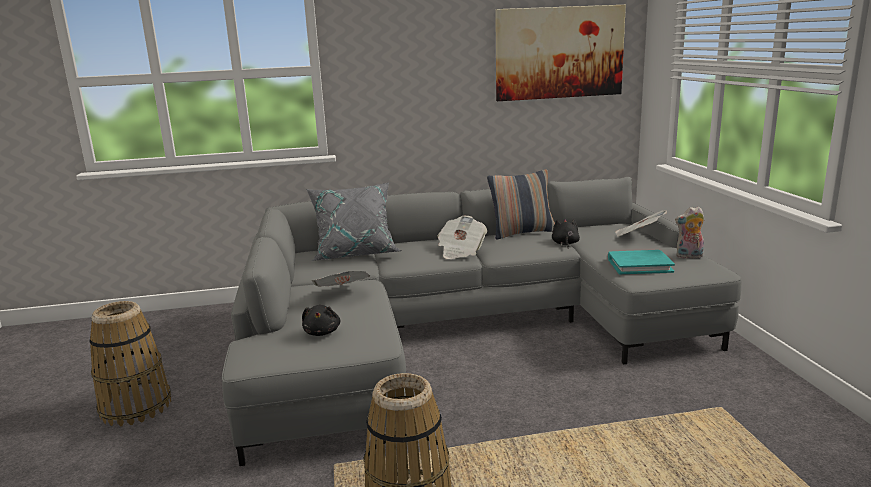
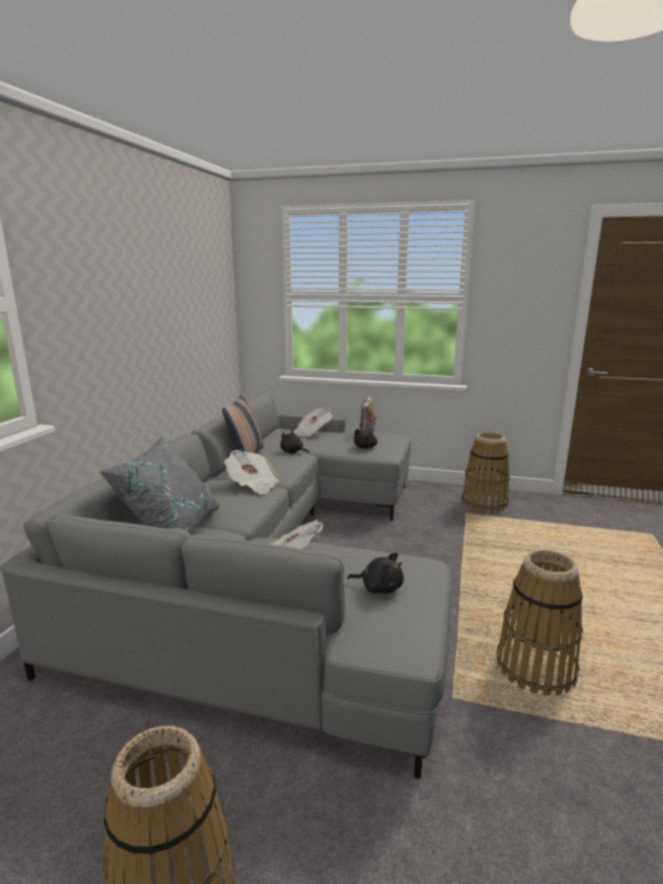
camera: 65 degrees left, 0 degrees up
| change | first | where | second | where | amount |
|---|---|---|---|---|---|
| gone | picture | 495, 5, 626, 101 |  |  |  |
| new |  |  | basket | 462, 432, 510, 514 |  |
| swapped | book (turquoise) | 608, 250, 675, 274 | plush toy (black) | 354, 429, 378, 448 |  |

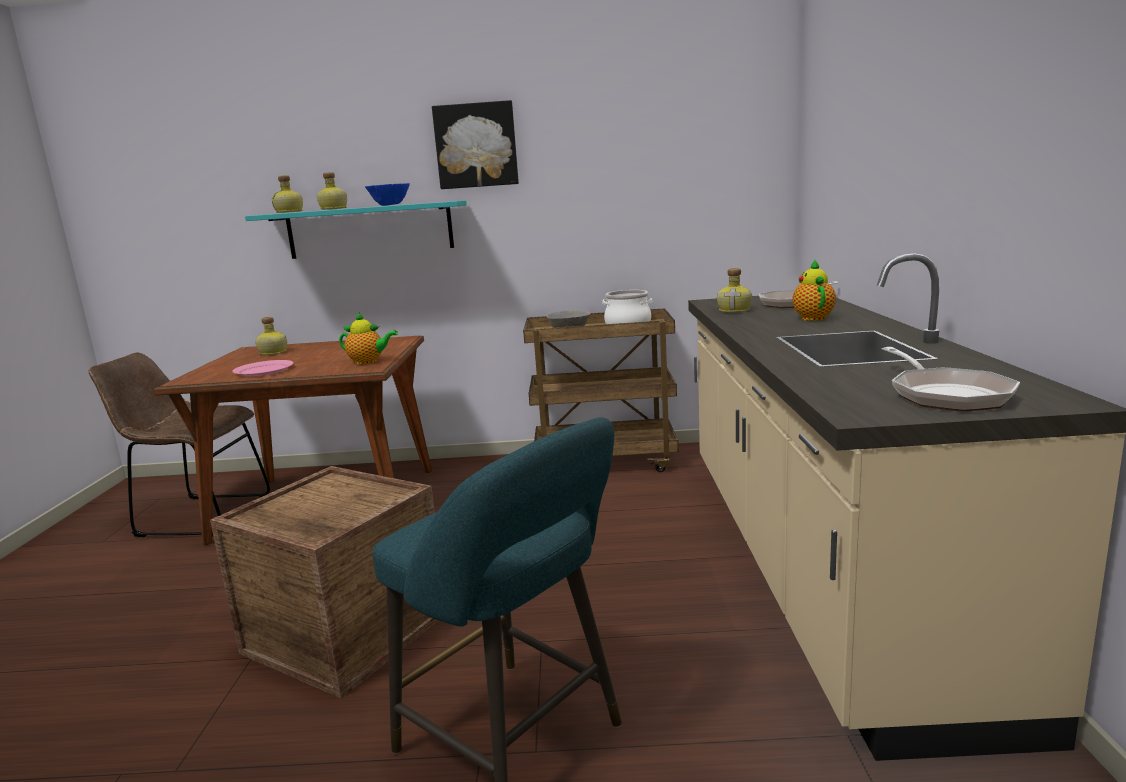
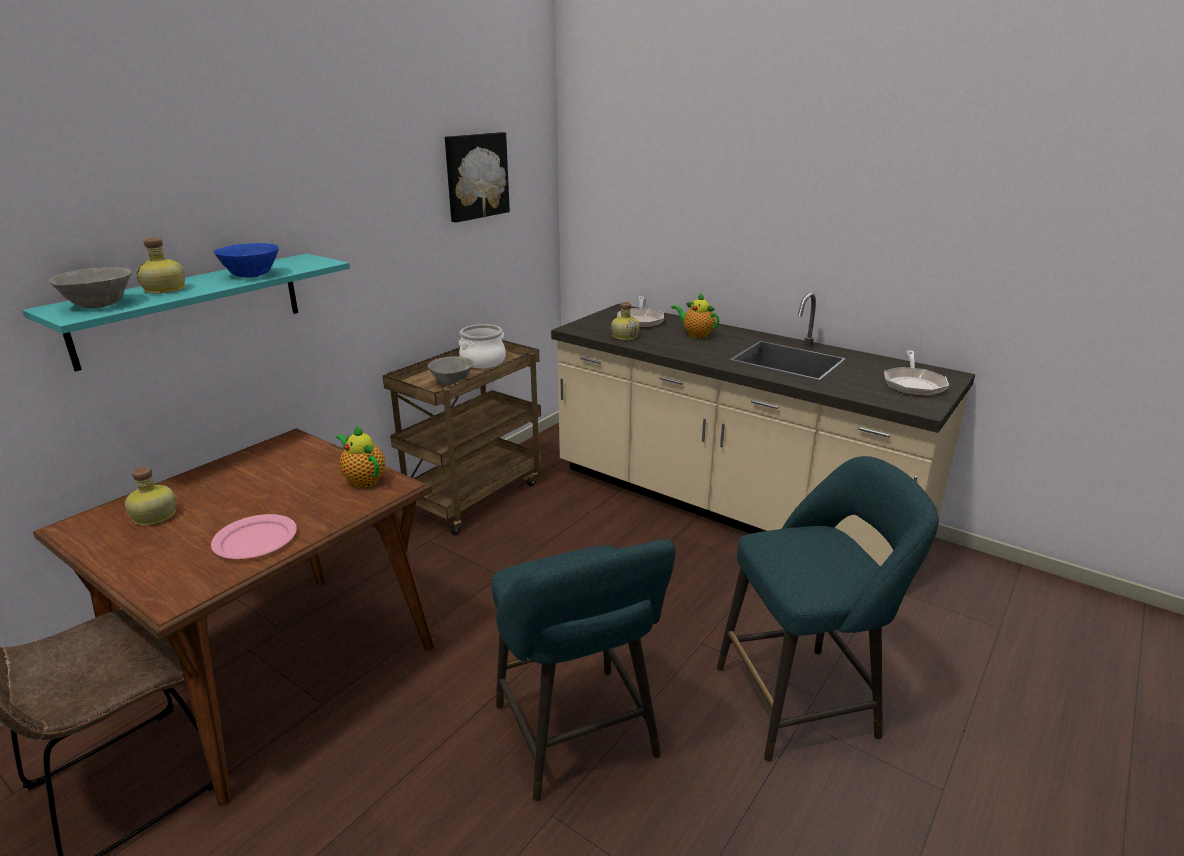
camera: 55 degrees left, 10 degrees up
| change | first | where | second | where | amount |
|---|---|---|---|---|---|
| shifted | picture | 432, 100, 519, 189 |  | 445, 132, 510, 222 |  |
| swapped | crate | 210, 466, 439, 698 | stool (turquoise) | 492, 539, 675, 802 |  |
| swapped | bottle | 272, 175, 303, 213 | bowl (grey) | 49, 267, 132, 308 |  |
| rotated | teapot | 339, 312, 398, 364 |  | 336, 425, 385, 488 | 90 degrees counterclockwise |
| rotated | frying pan | 882, 347, 1020, 412 |  | 884, 351, 949, 397 | 75 degrees clockwise |

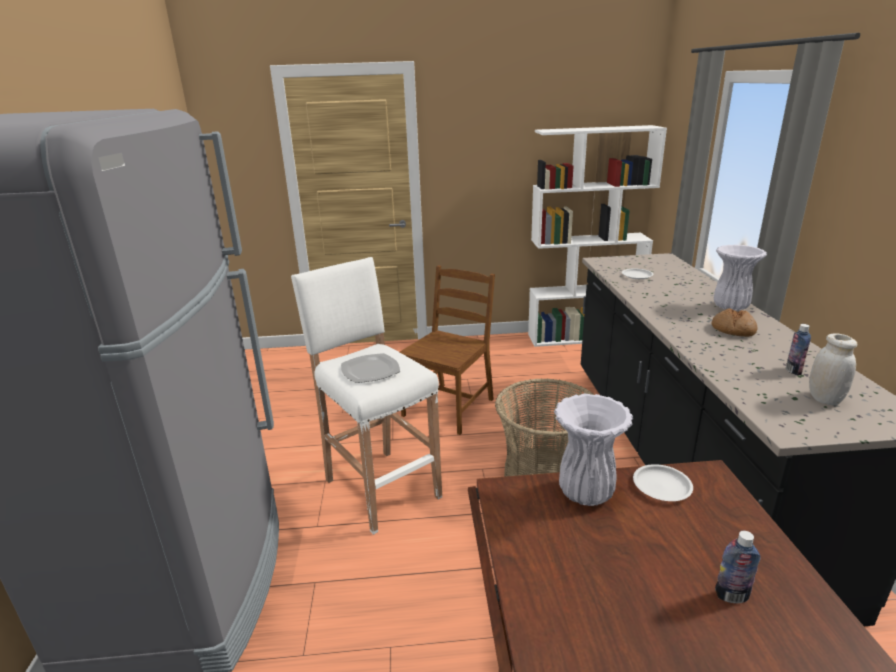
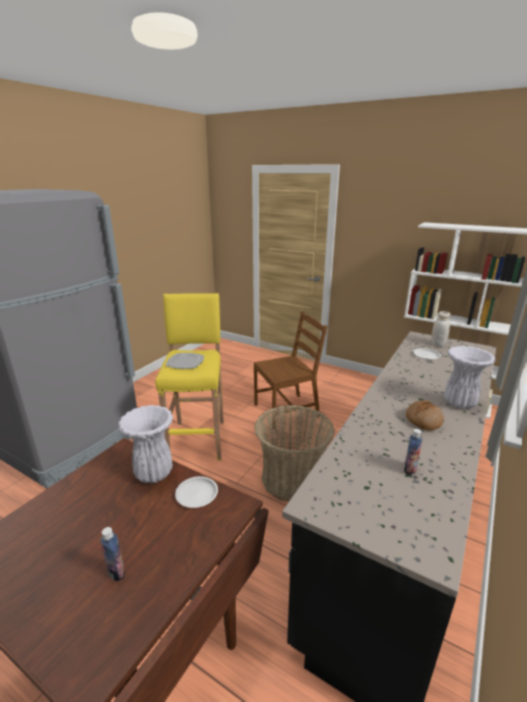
camera: 35 degrees right, 0 degrees up
| change | first | where | second | where | amount |
|---|---|---|---|---|---|
| shifted | jar (white) | 809, 333, 857, 405 |  | 431, 311, 450, 347 |  |
| repainted | stool (white) | 291, 257, 442, 535 | stool (yellow) | 155, 293, 224, 461 |  |

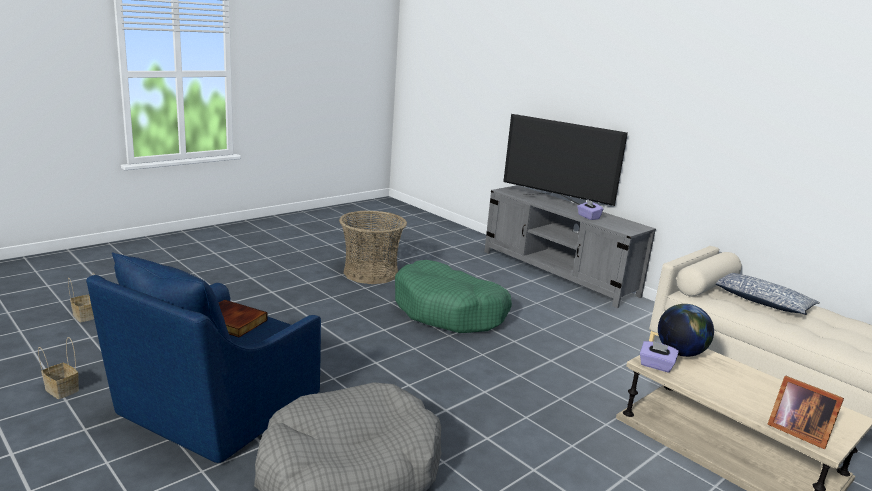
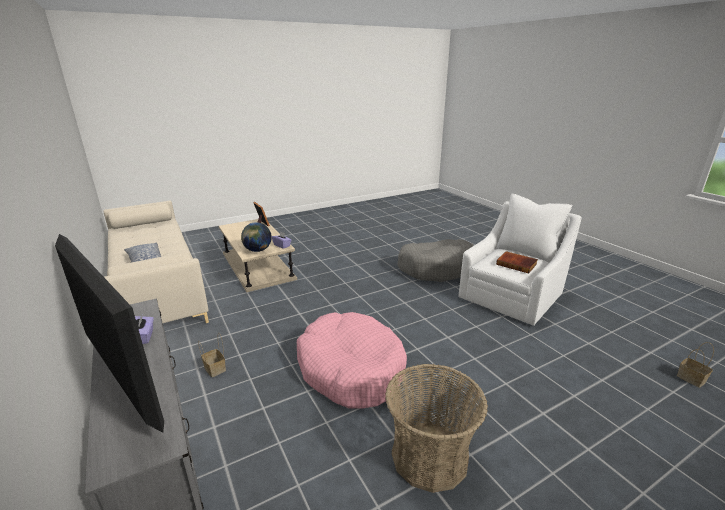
camera: 165 degrees left, 5 degrees up
| change | first | where | second | where | amount |
|---|---|---|---|---|---|
| shifted | basket | 38, 337, 79, 399 |  | 198, 333, 226, 377 |  |
| repainted | armchair (blue) | 86, 252, 321, 463 | armchair (white) | 458, 193, 582, 326 |  |
| repainted | dog bed (green) | 395, 260, 512, 333 | dog bed (pink) | 297, 312, 407, 409 |  |

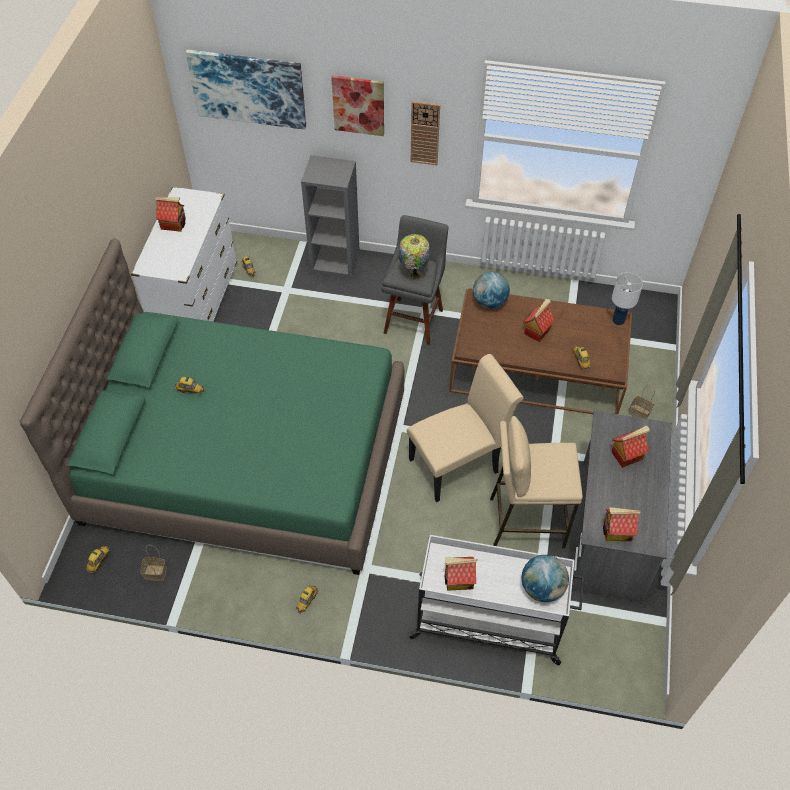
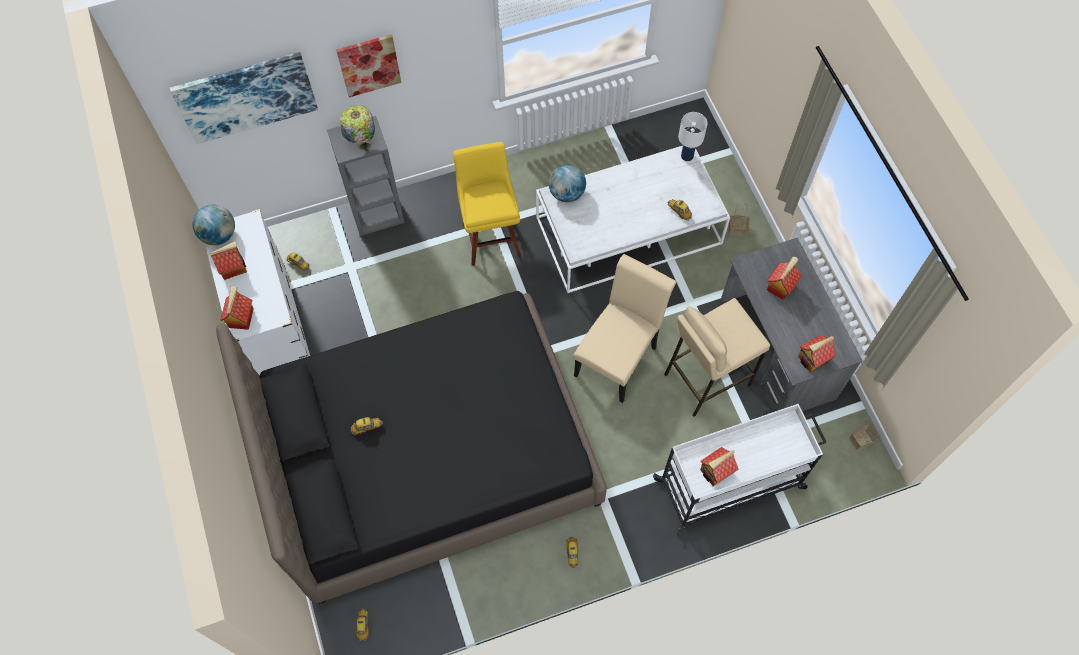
camera: 30 degrees left, 10 degrees up
| change | first | where | second | where | amount |
|---|---|---|---|---|---|
| gone | wall clock | 411, 101, 440, 165 |  |  |  |
| shifted | basket | 140, 545, 167, 581 |  | 849, 417, 880, 451 |  |
| shifted | table lamp | 398, 234, 430, 281 |  | 340, 105, 375, 151 |  |
| shifted | globe | 522, 555, 569, 602 |  | 193, 205, 235, 245 |  |
| shifted | toy house | 523, 299, 555, 342 |  | 220, 286, 254, 330 |  |
| repainted | bed (green) | 20, 238, 404, 575 | bed (black) | 216, 291, 607, 604 |  |
| repainted | stool (grey) | 381, 215, 448, 345 | stool (yellow) | 453, 142, 521, 266 |  |
| repainted | coffee table (brown) | 449, 289, 632, 414 | coffee table (white) | 536, 146, 730, 293 |  |

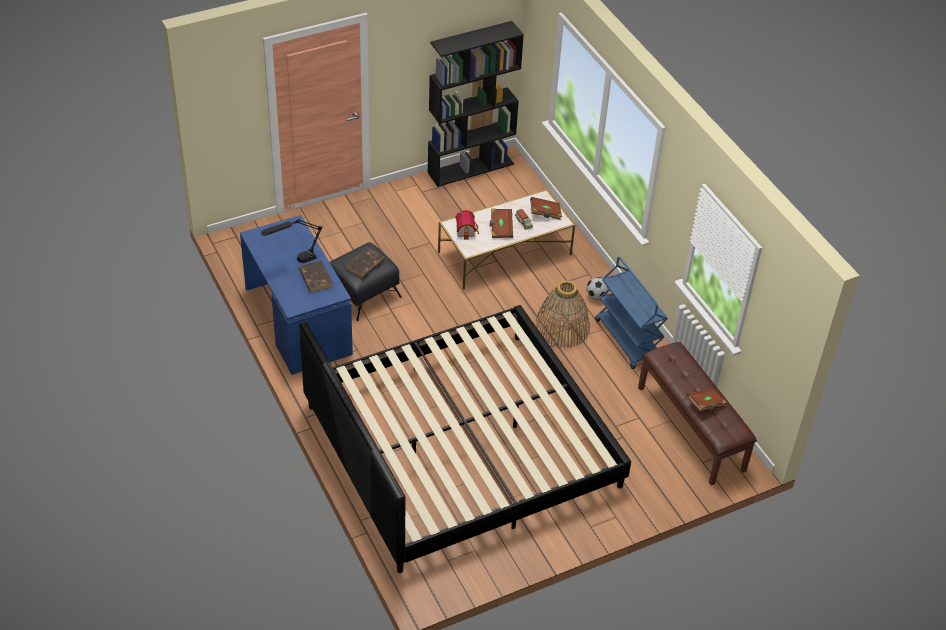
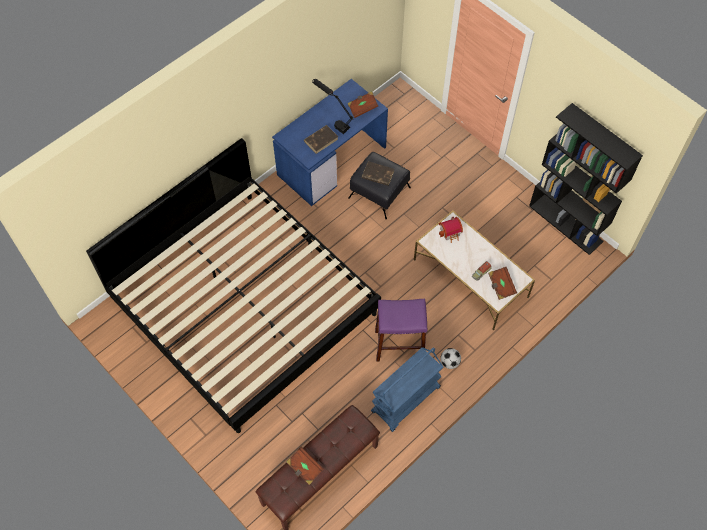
camera: 75 degrees right, 15 degrees up
| change | first | where | second | where | amount |
|---|---|---|---|---|---|
| shifted | book (brown) | 490, 208, 513, 238 |  | 348, 91, 378, 118 |  |
| swapped | basket | 535, 280, 590, 348 | stool (purple) | 375, 299, 427, 361 |  |

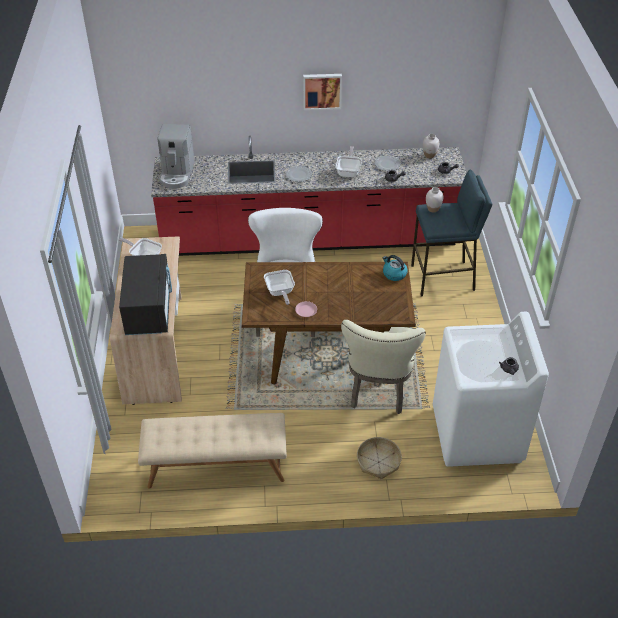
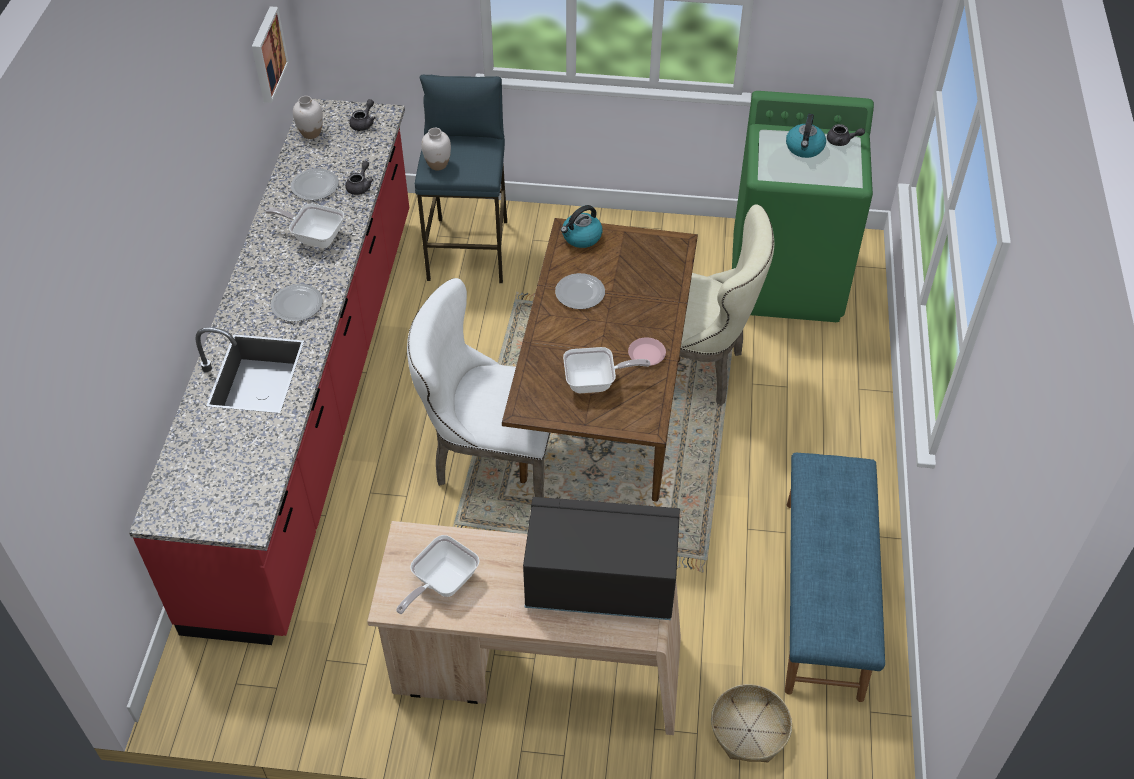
camera: 80 degrees left, 5 degrees up
| change | first | where | second | where | amount |
|---|---|---|---|---|---|
| gone | coffee machine | 158, 124, 194, 189 |  |  |  |
| new |  |  | plate | 555, 273, 605, 309 |  |
| new |  |  | kettle | 786, 114, 826, 158 |  |
| shifted | picture | 303, 74, 342, 110 |  | 252, 6, 289, 103 |  |
| shifted | basket | 357, 437, 402, 479 |  | 711, 684, 792, 762 |  |
| repainted | bench (beige) | 138, 413, 287, 489 | bench (blue) | 785, 453, 885, 702 |  |
| repainted | washing machine (white) | 433, 312, 549, 467 | washing machine (green) | 732, 91, 874, 322 |  |

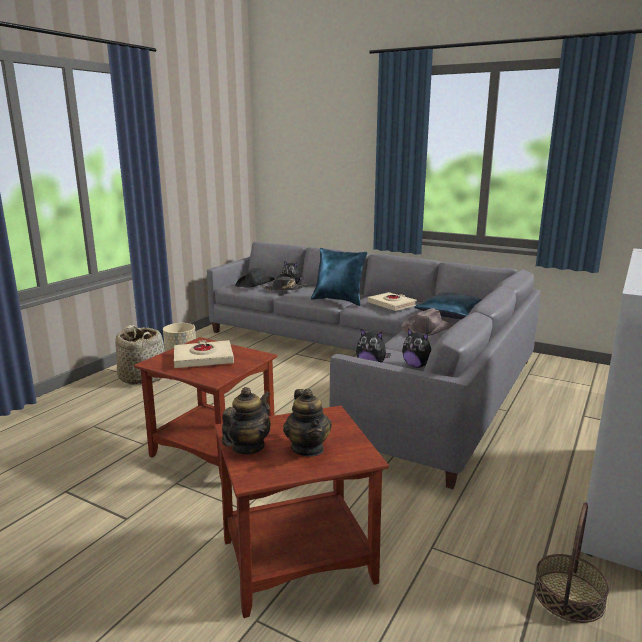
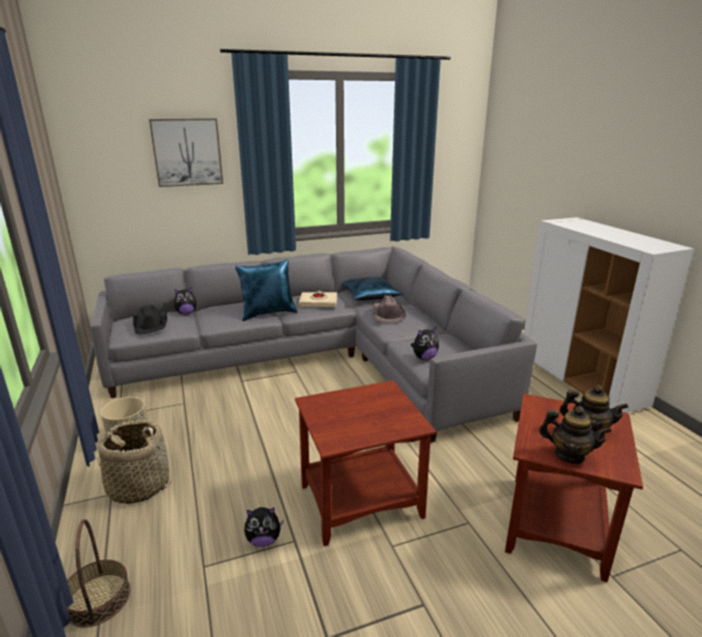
camera: 50 degrees left, 5 degrees up
| change | first | where | second | where | amount |
|---|---|---|---|---|---|
| gone | book (beige) | 174, 340, 234, 368 |  |  |  |
| gone | hat (black) | 262, 273, 307, 291 |  |  |  |
| new |  |  | picture | 149, 118, 223, 187 |  |
| shifted | plush toy | 402, 328, 431, 368 |  | 244, 507, 284, 547 |  |
| shifted | basket | 534, 503, 609, 623 |  | 66, 519, 130, 627 |  |
| rotated | teapot | 222, 387, 271, 454 |  | 539, 406, 612, 464 | 135 degrees clockwise |

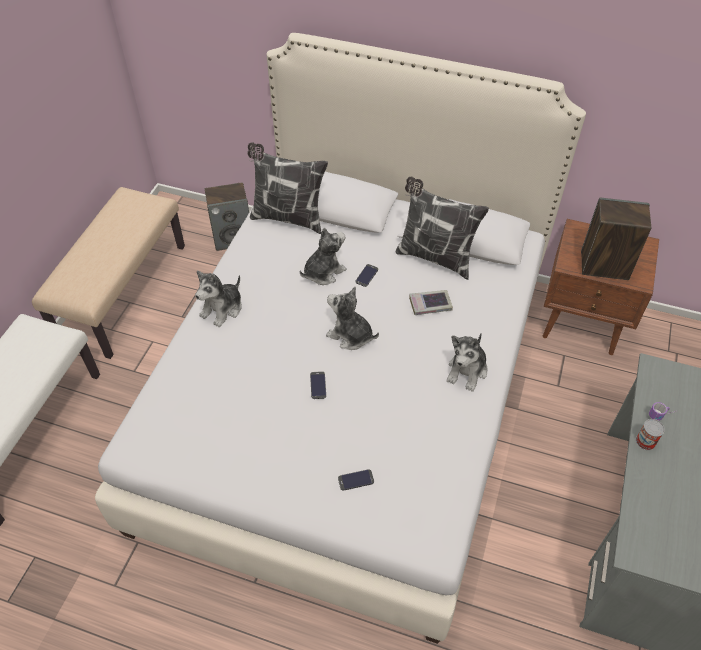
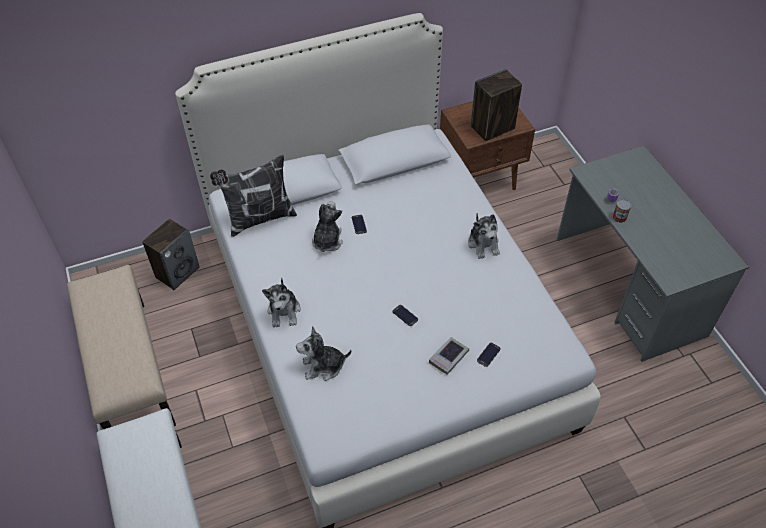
camera: 40 degrees left, 0 degrees up
| change | first | where | second | where | amount |
|---|---|---|---|---|---|
| gone | pillow | 396, 177, 489, 280 |  |  |  |
| shifted | plush toy | 326, 287, 379, 350 |  | 296, 326, 351, 381 |  |
| shifted | book | 409, 290, 453, 315 |  | 429, 337, 469, 375 |  |

